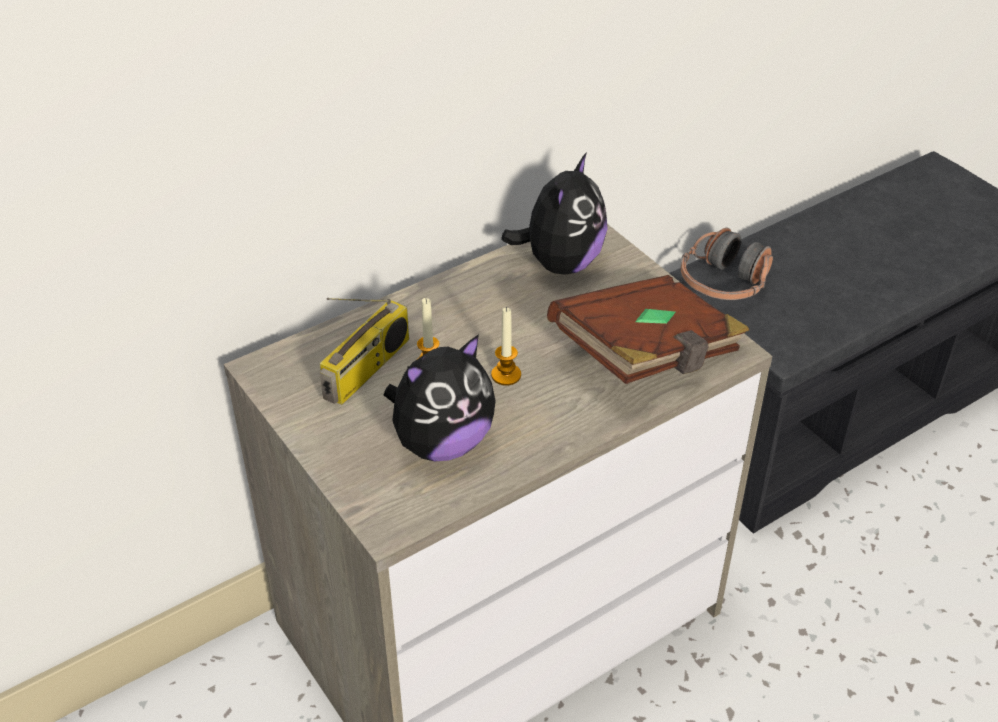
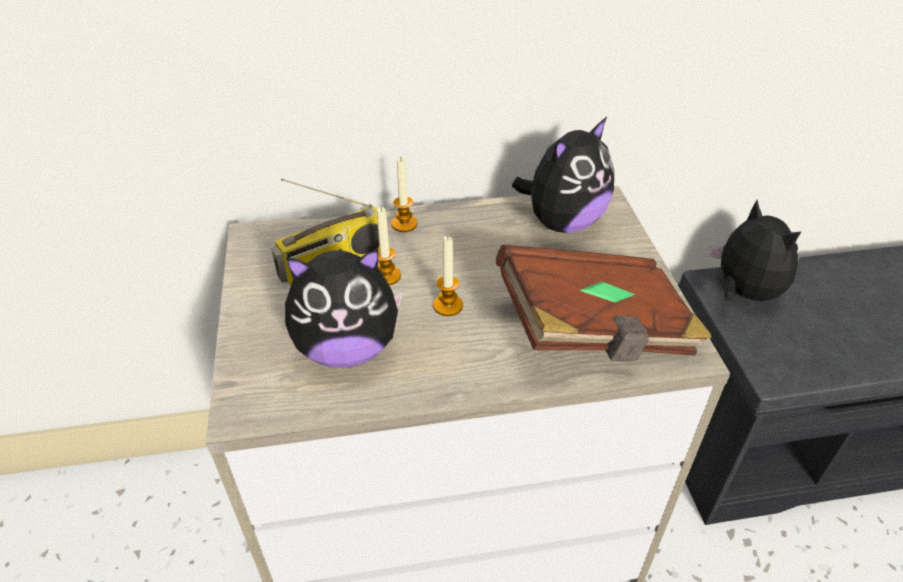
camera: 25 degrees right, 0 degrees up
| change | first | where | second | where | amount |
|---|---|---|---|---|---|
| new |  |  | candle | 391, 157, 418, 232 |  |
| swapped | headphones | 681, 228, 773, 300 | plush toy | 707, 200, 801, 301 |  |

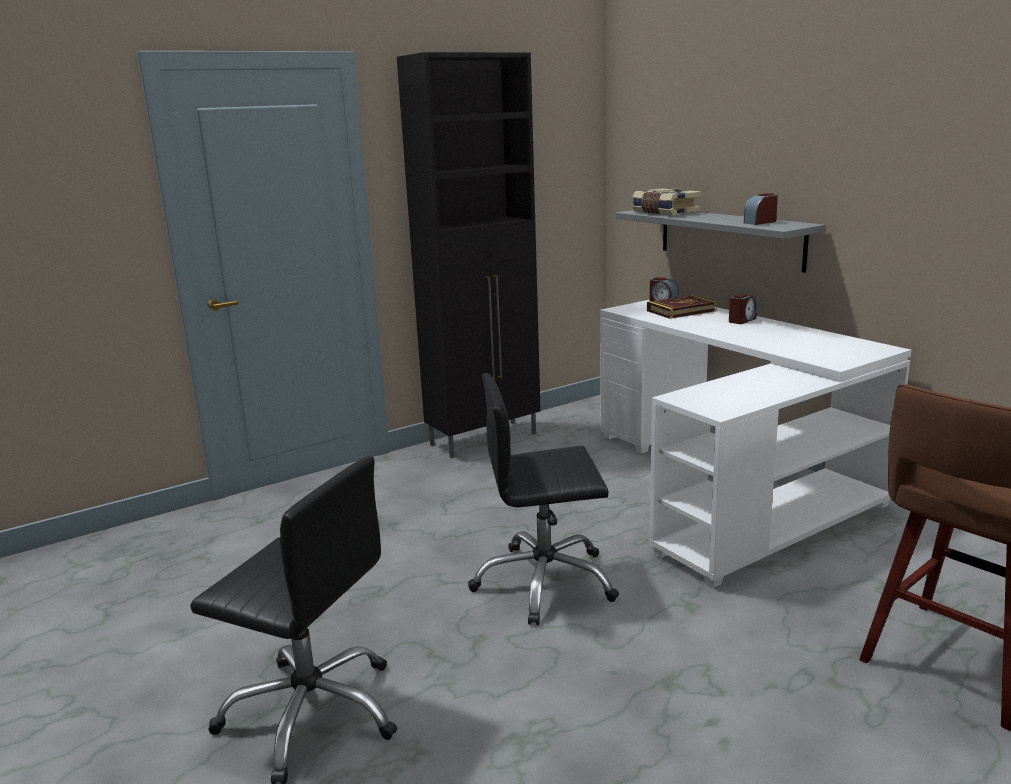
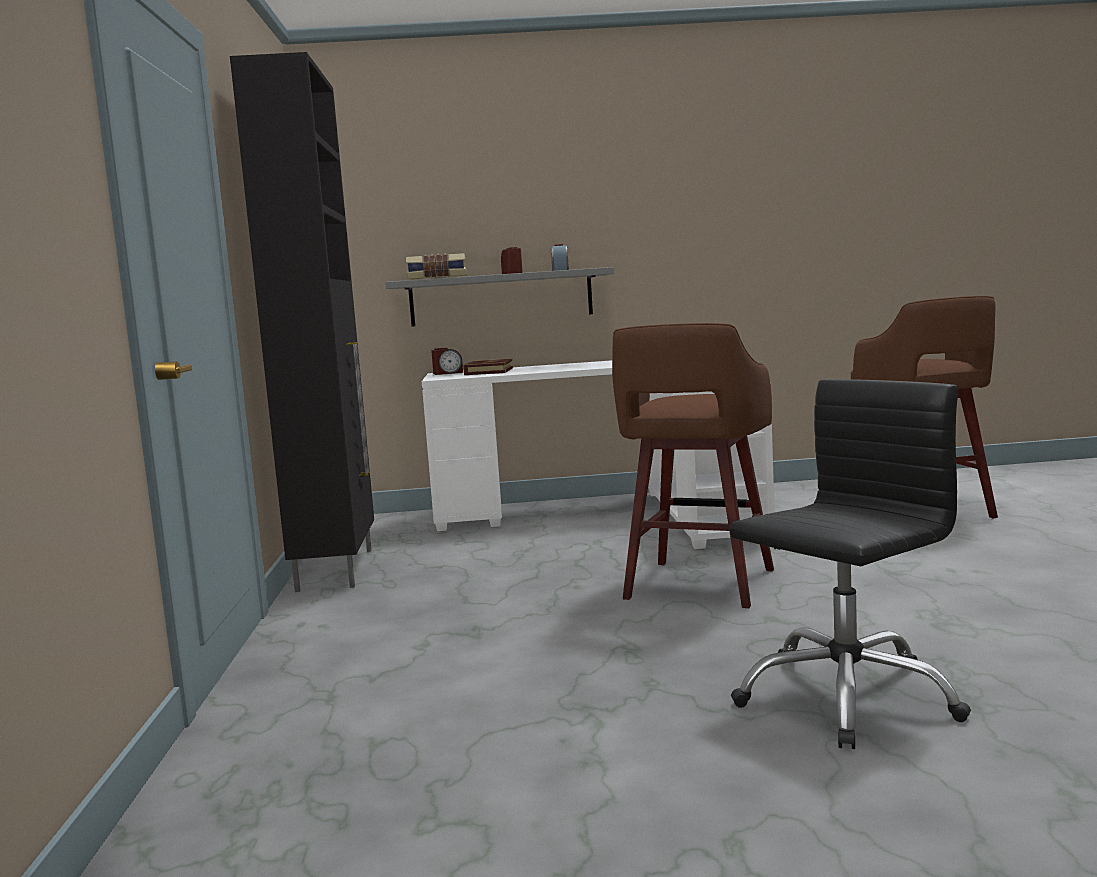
camera: 60 degrees left, 10 degrees down
| change | first | where | second | where | amount |
|---|---|---|---|---|---|
| shifted | alarm clock | 729, 294, 757, 324 |  | 501, 247, 523, 274 |  |
| swapped | office chair (black) | 468, 373, 619, 625 | stool (brown) | 612, 323, 774, 608 |  |

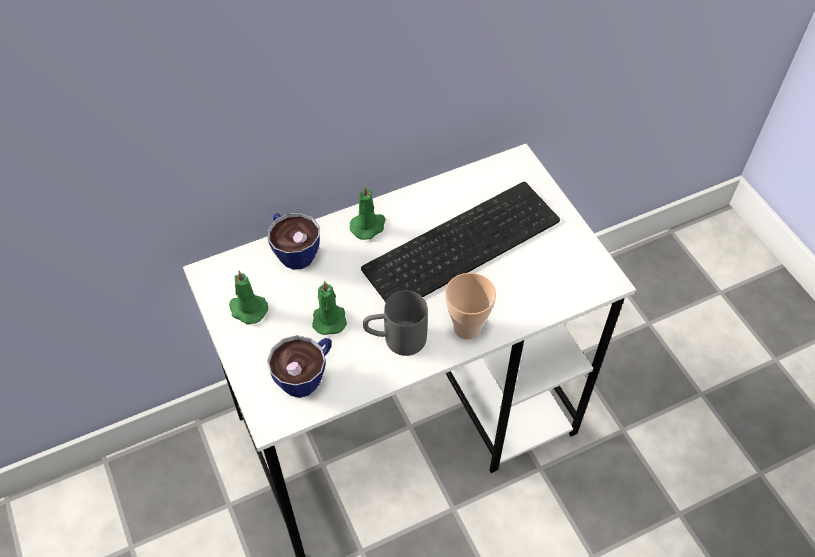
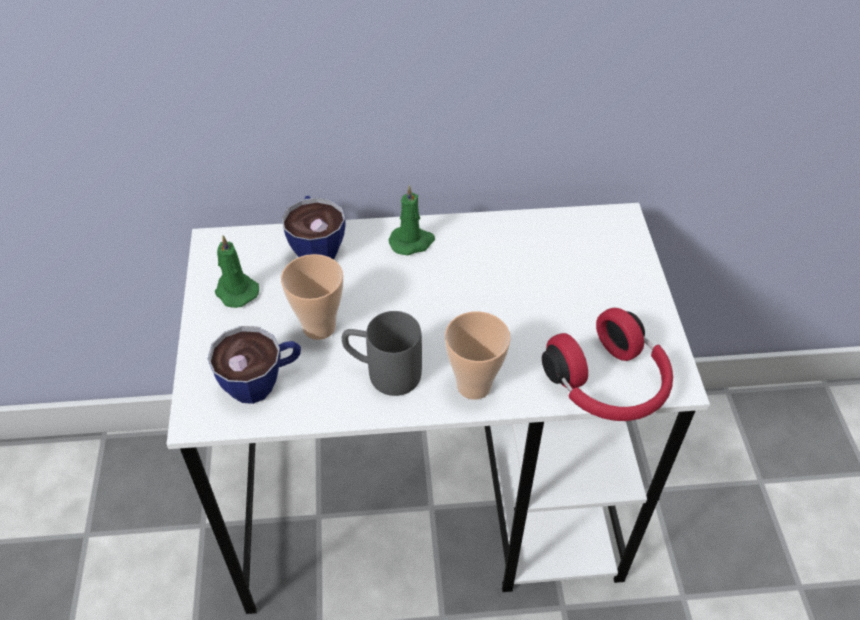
camera: 20 degrees right, 5 degrees down
| change | first | where | second | where | amount |
|---|---|---|---|---|---|
| gone | keyboard | 361, 182, 560, 302 |  |  |  |
| new |  |  | headphones (red) | 542, 308, 673, 421 |  |
| swapped | candle (green) | 312, 281, 347, 335 | cup | 281, 254, 343, 340 |  |

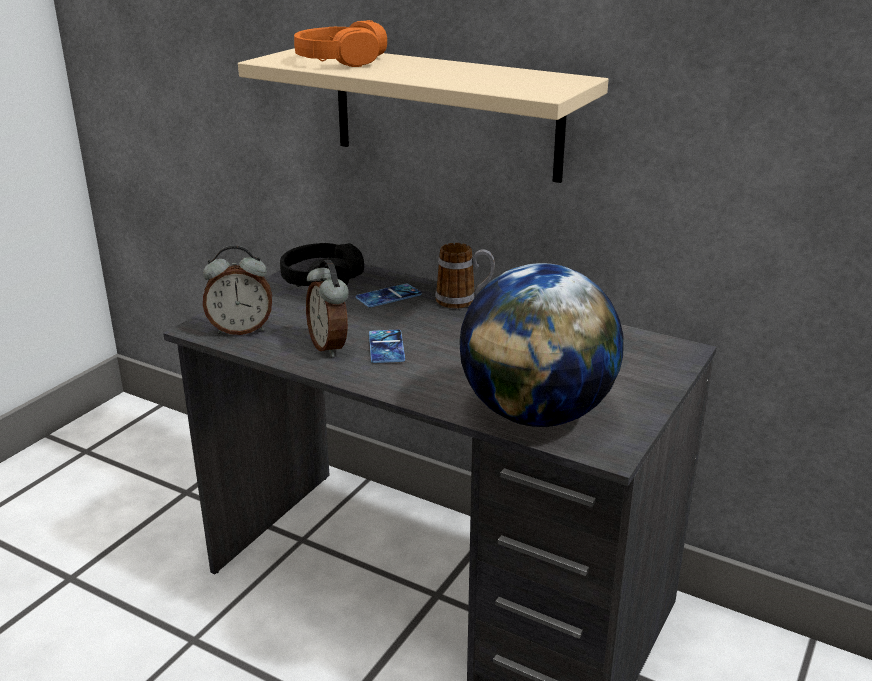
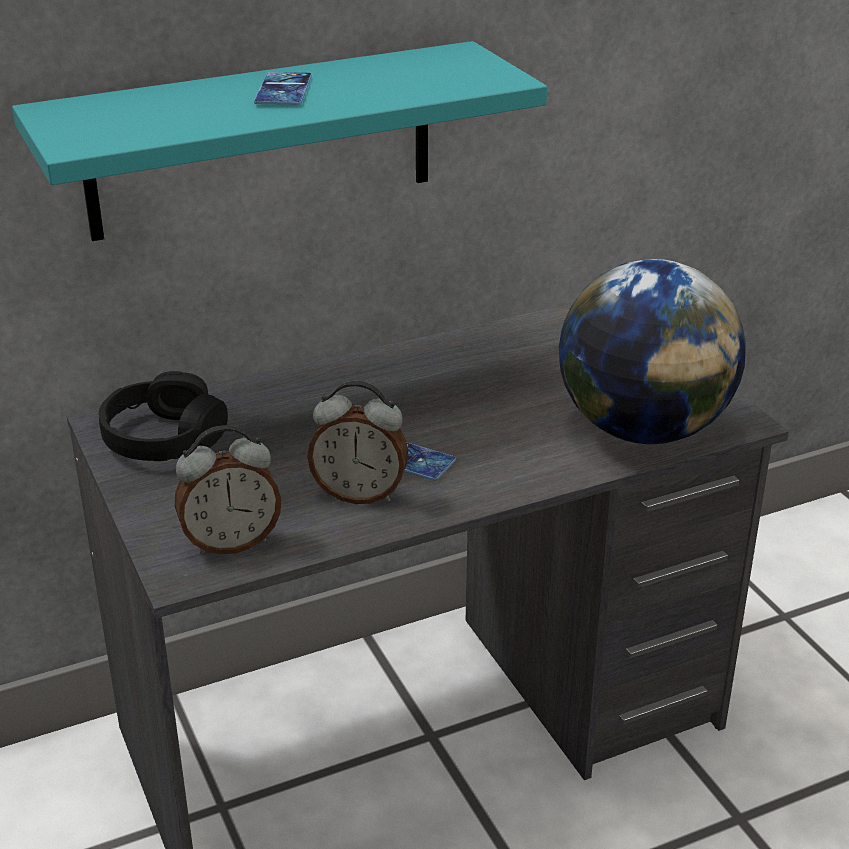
camera: 55 degrees left, 5 degrees up
| change | first | where | second | where | amount |
|---|---|---|---|---|---|
| gone | headphones (orange) | 294, 20, 387, 67 |  |  |  |
| gone | mug | 435, 243, 495, 309 |  |  |  |
| shifted | phone | 356, 283, 422, 307 |  | 254, 72, 312, 105 |  |
| repainted | shelf (beige) | 238, 48, 609, 183 | shelf (turquoise) | 12, 41, 547, 241 |  |
| rotated | alarm clock | 203, 246, 272, 335 |  | 175, 425, 281, 554 | 45 degrees clockwise |

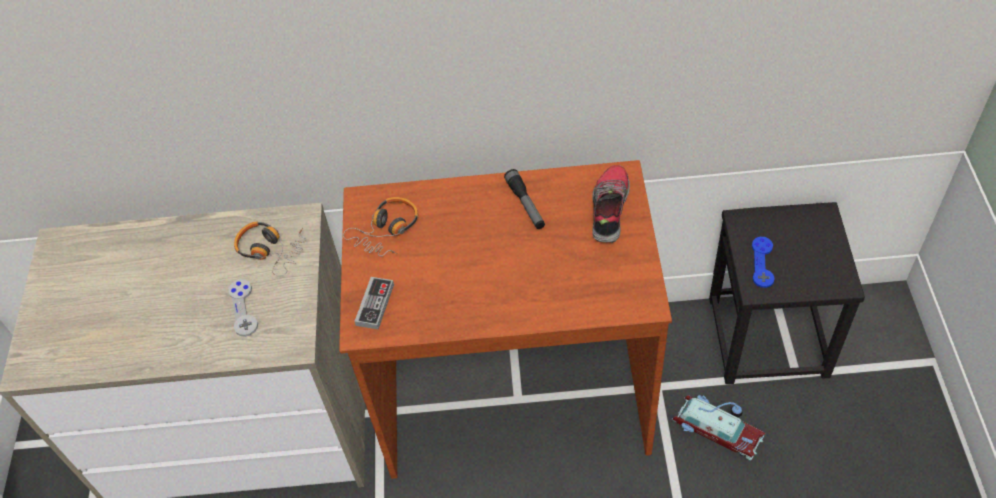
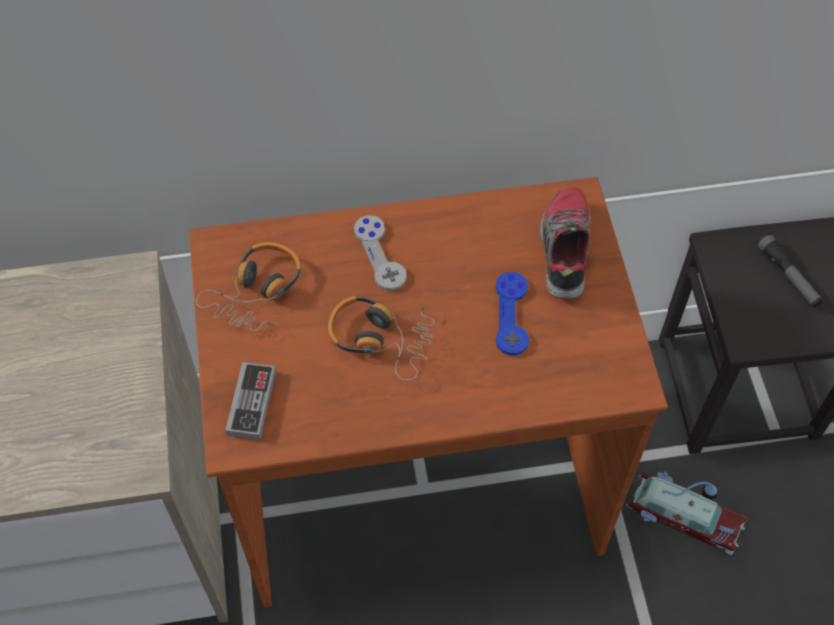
camera: 10 degrees left, 5 degrees up
| change | first | where | second | where | amount |
|---|---|---|---|---|---|
| shifted | game controller (grey) | 228, 279, 258, 337 |  | 354, 215, 407, 291 |  |
| shifted | headphones | 234, 221, 306, 276 |  | 328, 296, 434, 380 |  |
| shifted | flashlight | 504, 169, 545, 229 |  | 756, 233, 823, 307 |  |
| shifted | game controller (blue) | 752, 237, 775, 288 |  | 495, 272, 529, 355 |  |

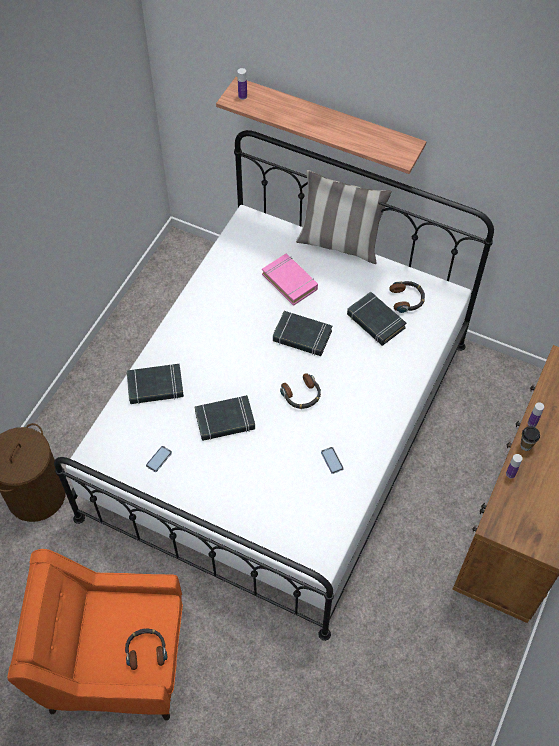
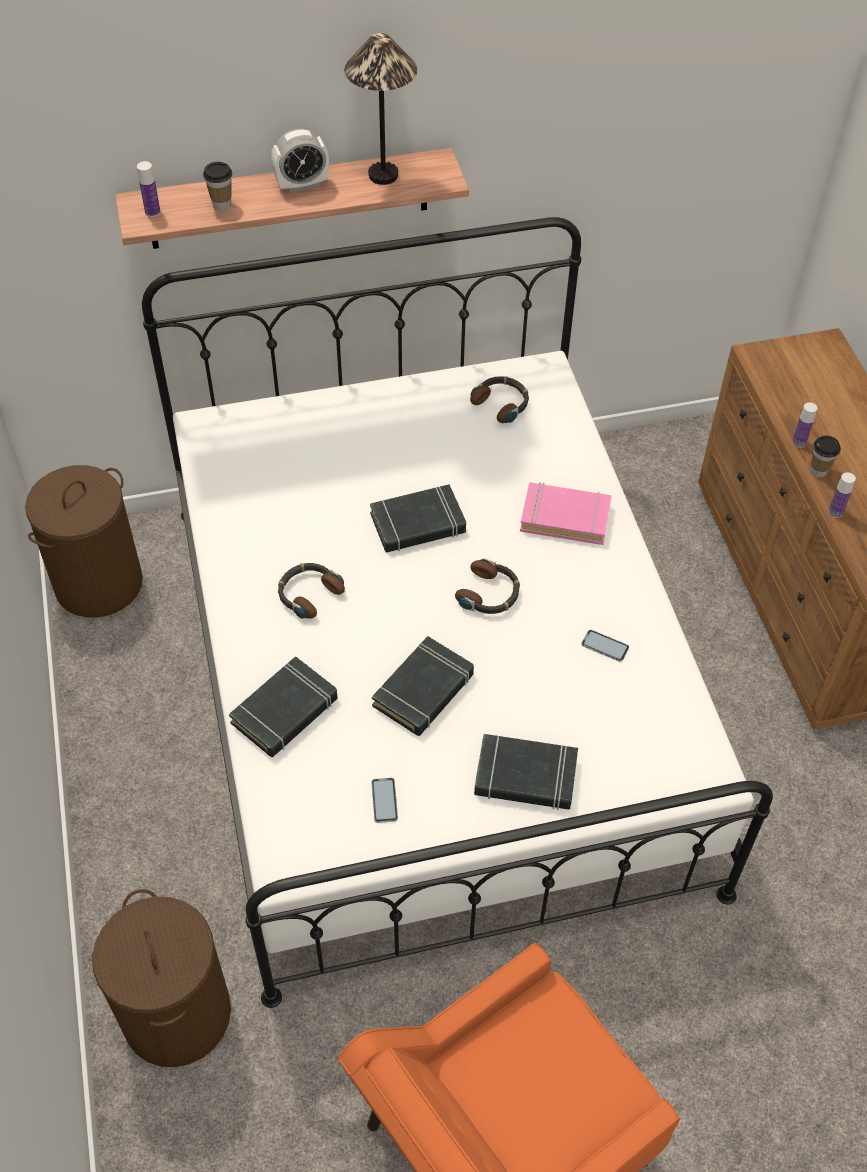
camera: 40 degrees left, 5 degrees down
| change | first | where | second | where | amount |
|---|---|---|---|---|---|
| gone | pillow | 296, 170, 392, 264 |  |  |  |
| new |  |  | laundry basket (brown) | 25, 465, 143, 618 |  |
| new |  |  | cup | 203, 162, 232, 211 |  |
| new |  |  | alarm clock | 271, 129, 329, 193 |  |
| new |  |  | table lamp | 344, 33, 417, 185 |  |
| shifted | headphones | 125, 629, 168, 670 |  | 278, 563, 345, 619 |  |
| shifted | book (pink) | 262, 254, 318, 306 |  | 520, 482, 611, 545 |  |
| shifted | book (black) | 347, 292, 406, 346 |  | 474, 734, 578, 810 |  |

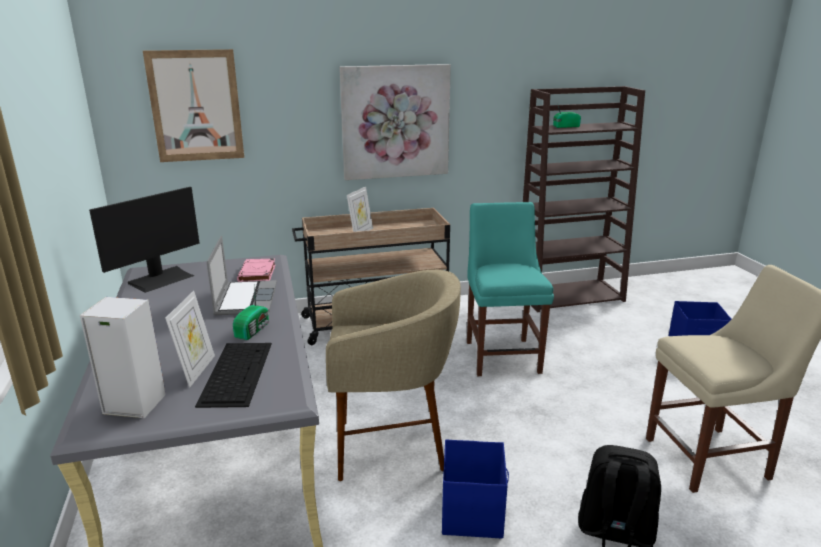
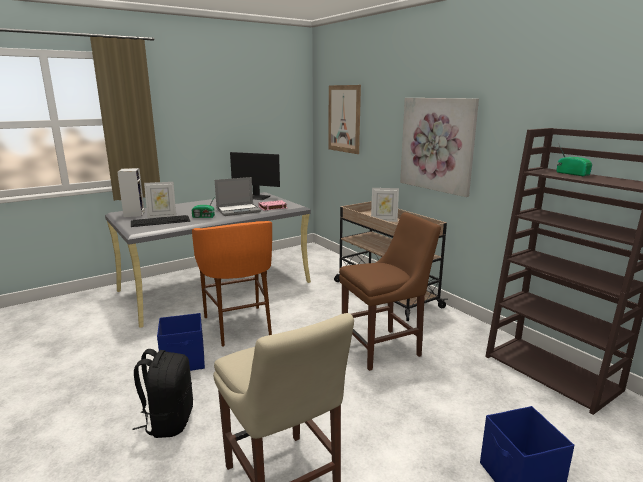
camera: 70 degrees right, 5 degrees down
| change | first | where | second | where | amount |
|---|---|---|---|---|---|
| repainted | stool (beige) | 326, 270, 461, 481 | stool (orange) | 192, 221, 272, 347 |  |
| repainted | chair (turquoise) | 467, 202, 554, 376 | chair (brown) | 339, 212, 441, 371 |  |

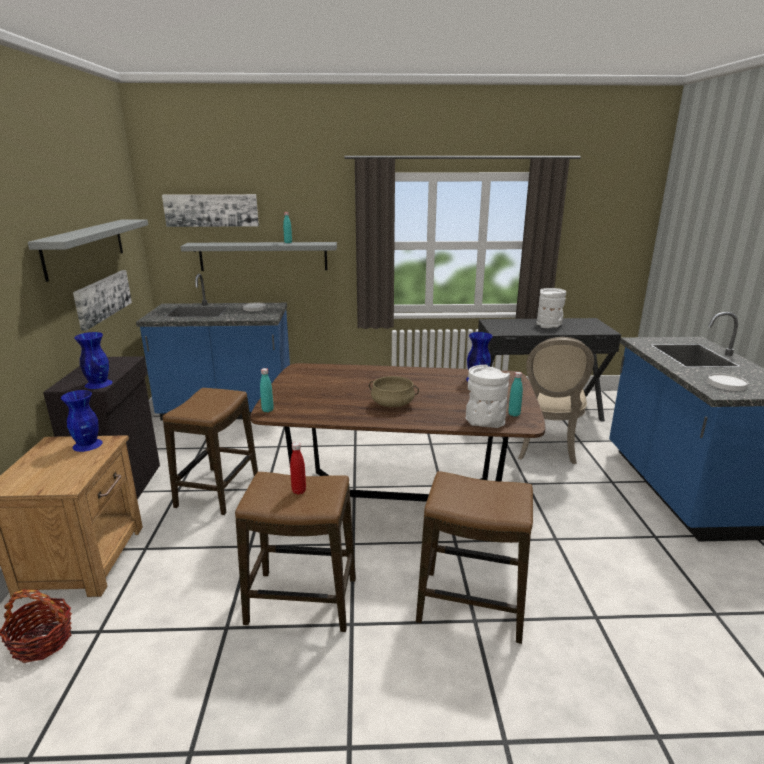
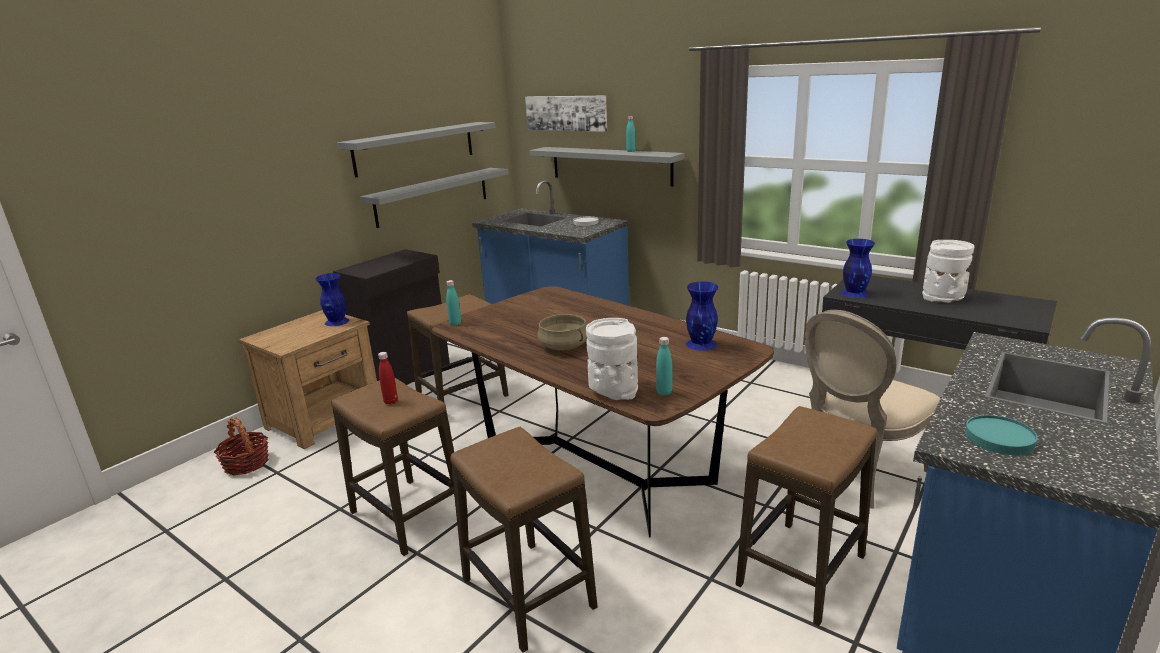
camera: 40 degrees right, 0 degrees up
| change | first | where | second | where | amount |
|---|---|---|---|---|---|
| new |  |  | stool | 736, 406, 877, 626 |  |
| shifted | vase (blue) | 74, 332, 113, 389 |  | 841, 239, 875, 298 |  |
| swapped | picture | 73, 270, 132, 331 | shelf (grey) | 360, 168, 509, 228 |  |
| repainted | plate (white) | 707, 373, 748, 391 | plate (turquoise) | 965, 415, 1038, 455 |  |

